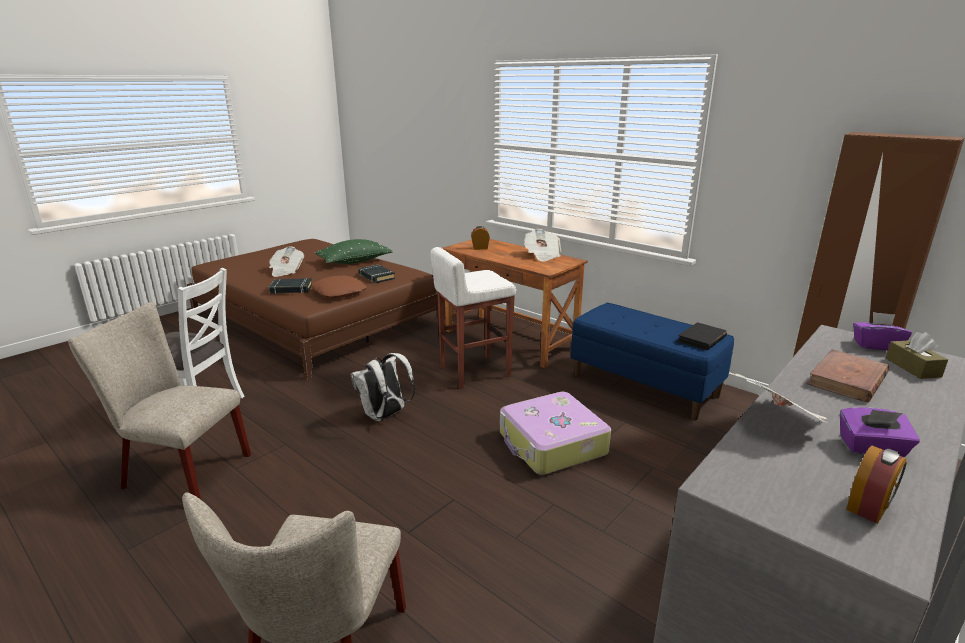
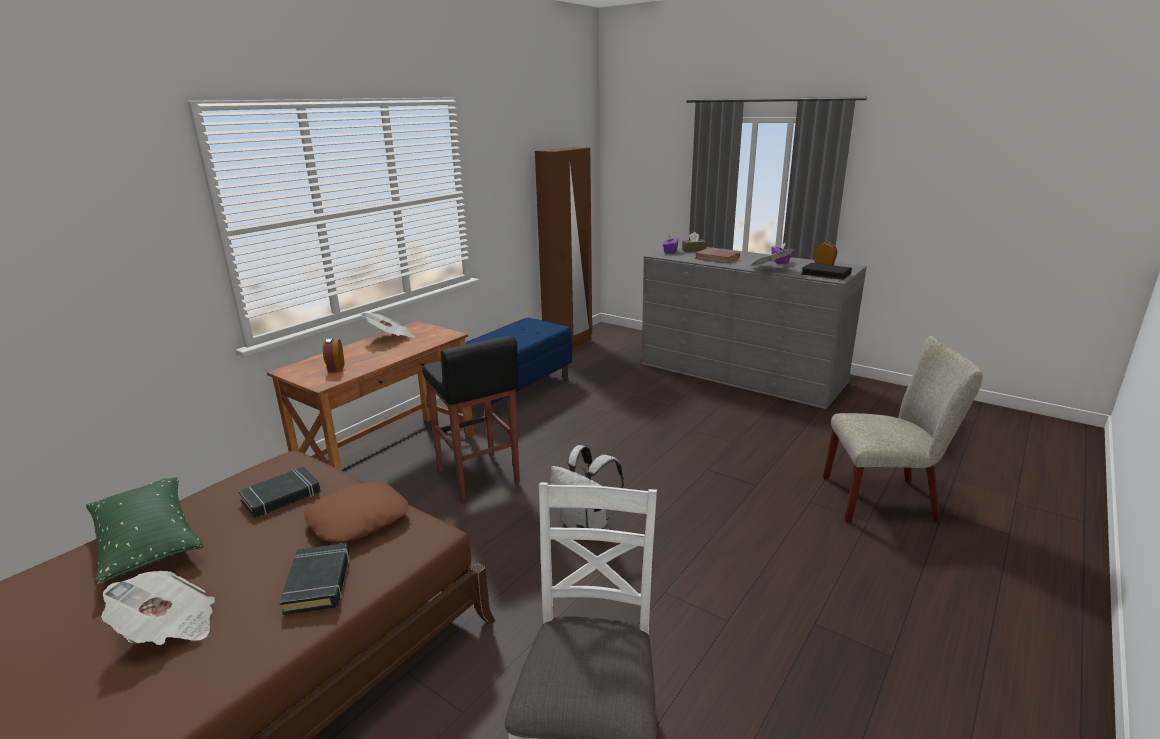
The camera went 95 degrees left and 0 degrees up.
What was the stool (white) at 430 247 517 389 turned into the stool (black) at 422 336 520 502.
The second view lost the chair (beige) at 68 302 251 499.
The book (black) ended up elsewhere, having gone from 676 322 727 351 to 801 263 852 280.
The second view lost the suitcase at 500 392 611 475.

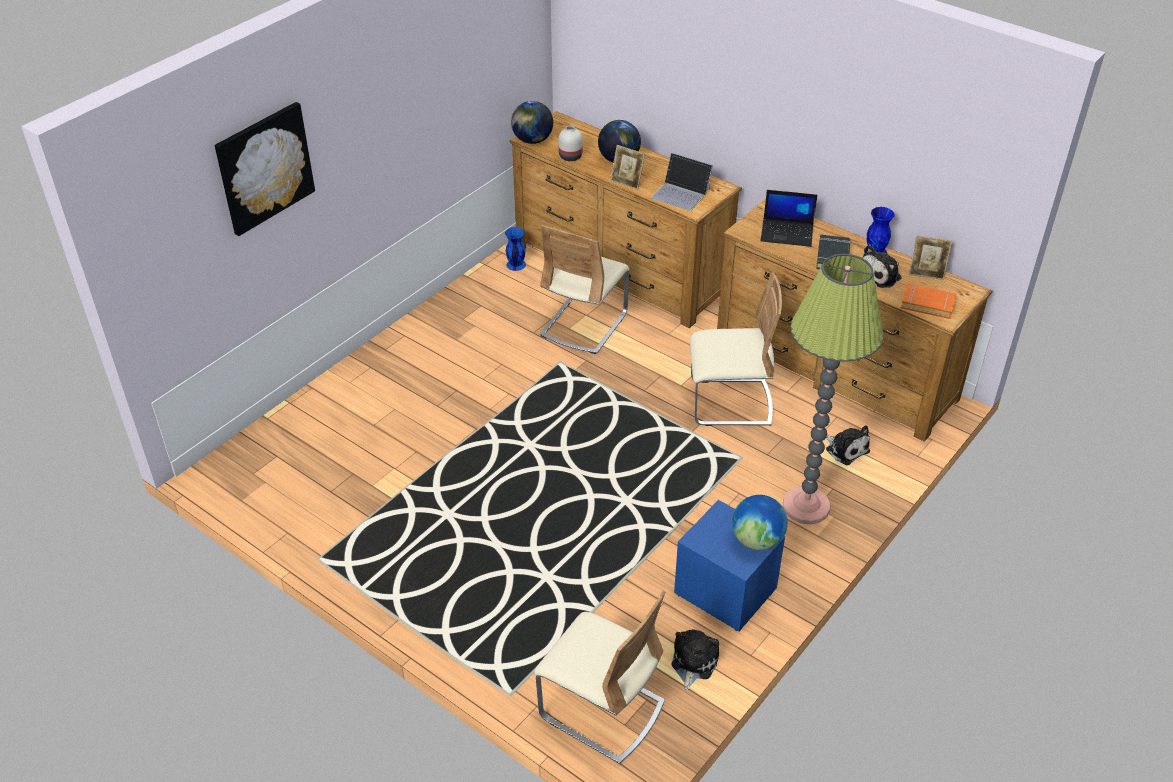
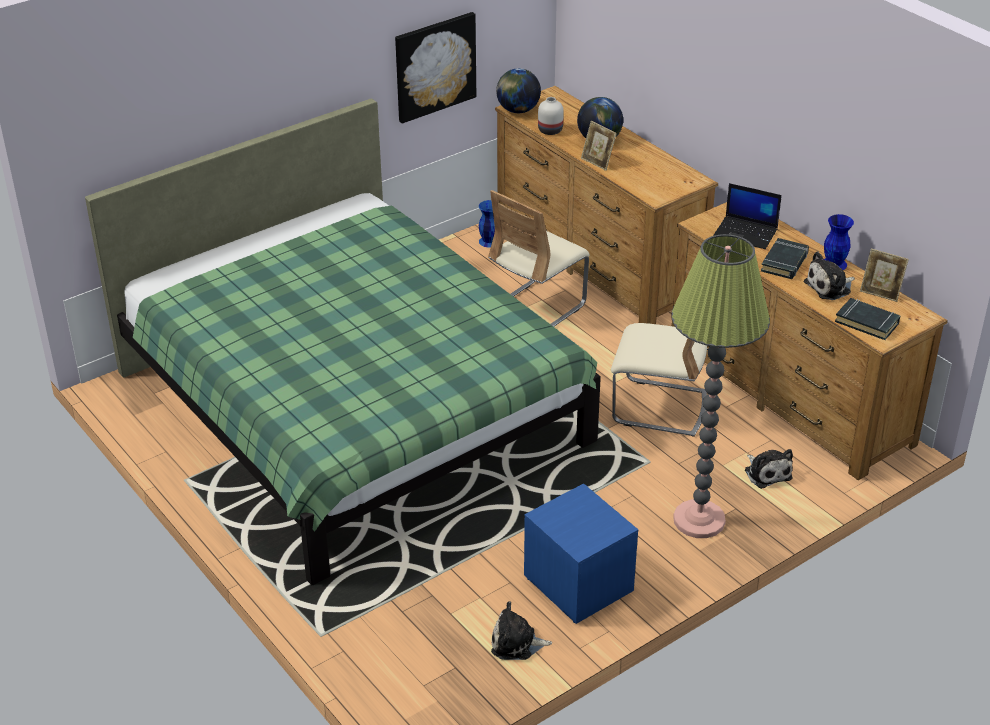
The camera went 15 degrees right and 5 degrees down.
The picture ended up elsewhere, having gone from 215 102 315 236 to 395 12 476 124.
The second view lost the laptop at 651 153 713 211.
What was the book (orange) at 901 283 956 319 turned into the book (black) at 835 298 900 340.
The second view lost the globe at 732 495 788 550.
The second view lost the chair (beige) at 534 590 666 764.
The plush toy at 672 629 719 690 ended up facing another way, 120 degrees counterclockwise from before.
The second view gained the bed (green) at 85 98 601 585.

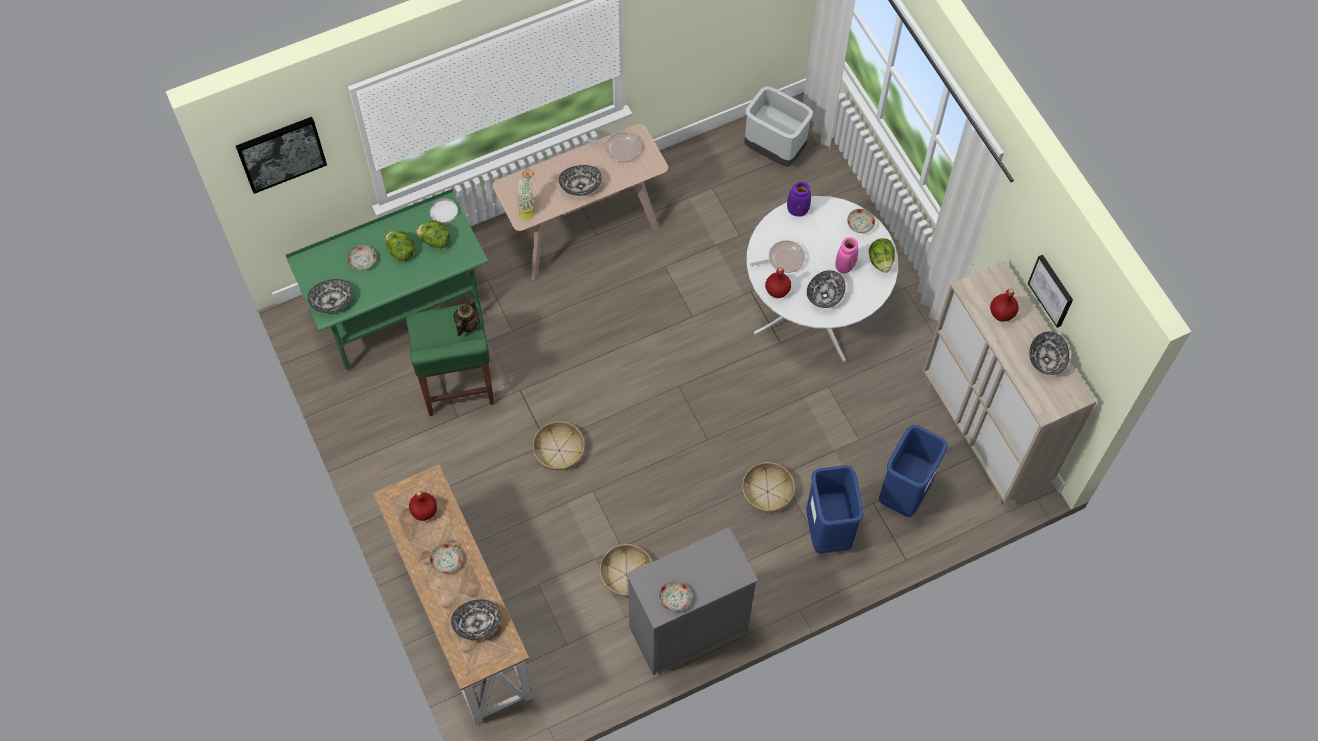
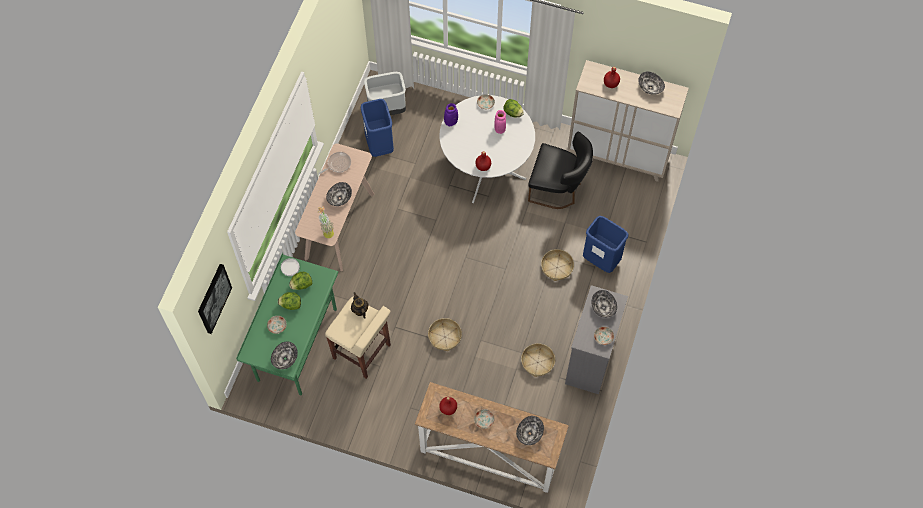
The camera went 45 degrees left and 0 degrees up.
The second view lost the frying pan at 750 240 805 273.
The second view lost the picture at 1028 255 1073 328.
The bowl ended up elsewhere, having gone from 807 270 846 308 to 591 290 617 318.
What was the stool (green) at 406 303 494 416 turned into the stool (beige) at 325 297 391 379.
The trash can (blue) ended up elsewhere, having gone from 879 425 947 517 to 361 99 394 157.
The second view gained the chair (black) at 528 132 593 209.

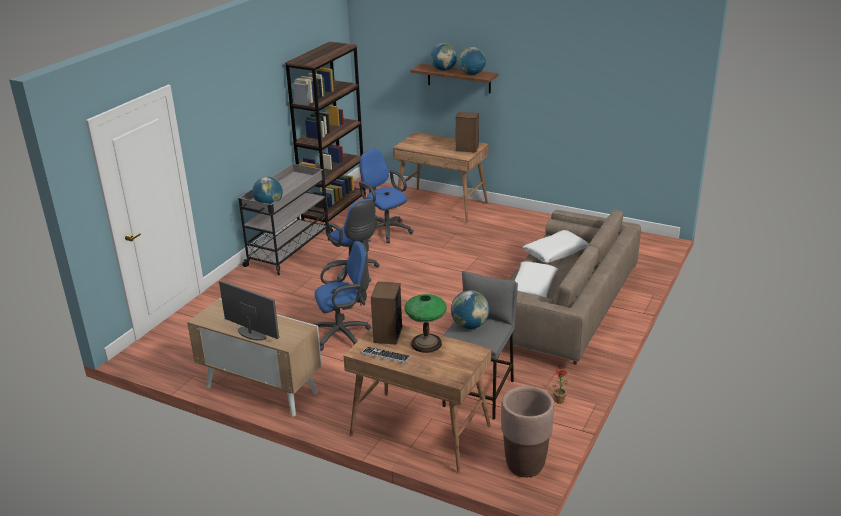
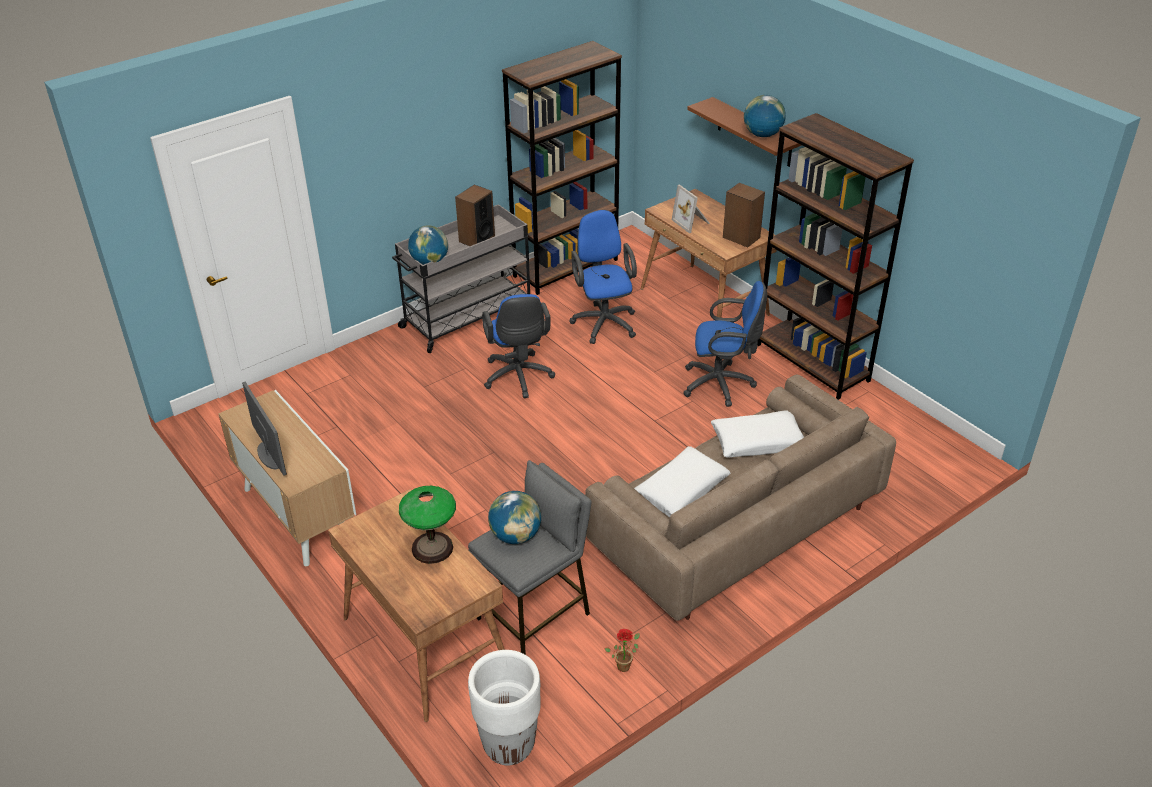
The camera went 25 degrees right and 10 degrees up.
The second view lost the globe at 430 43 457 71.
The office chair (blue) ended up elsewhere, having gone from 313 241 371 351 to 683 281 767 407.
The speaker ended up elsewhere, having gone from 371 282 402 345 to 455 185 495 246.
The second view lost the keyboard at 362 347 411 363.
What was the planter (brown) at 501 386 554 477 turned into the planter (white) at 468 650 541 766.
The second view gained the bookcase (brown) at 758 113 914 400.
The second view gained the picture frame at 672 184 710 233.

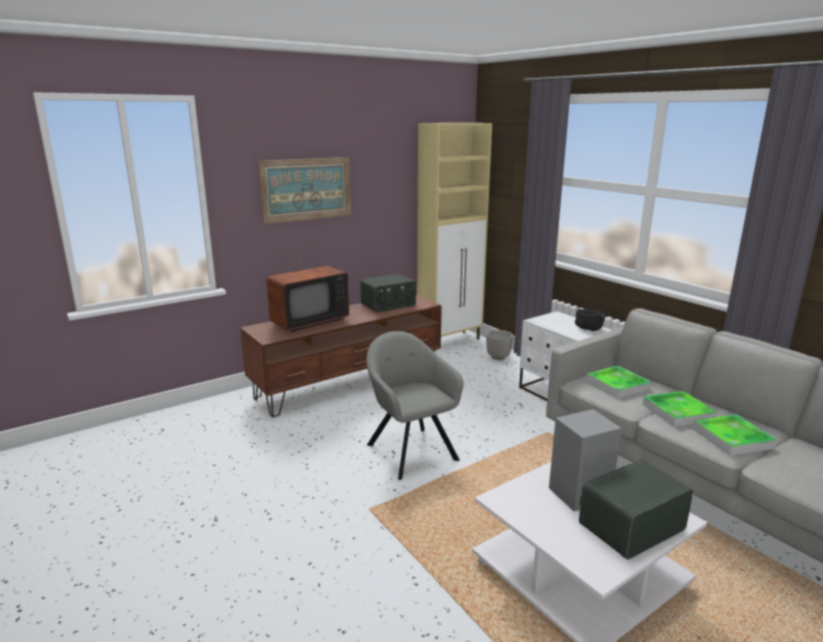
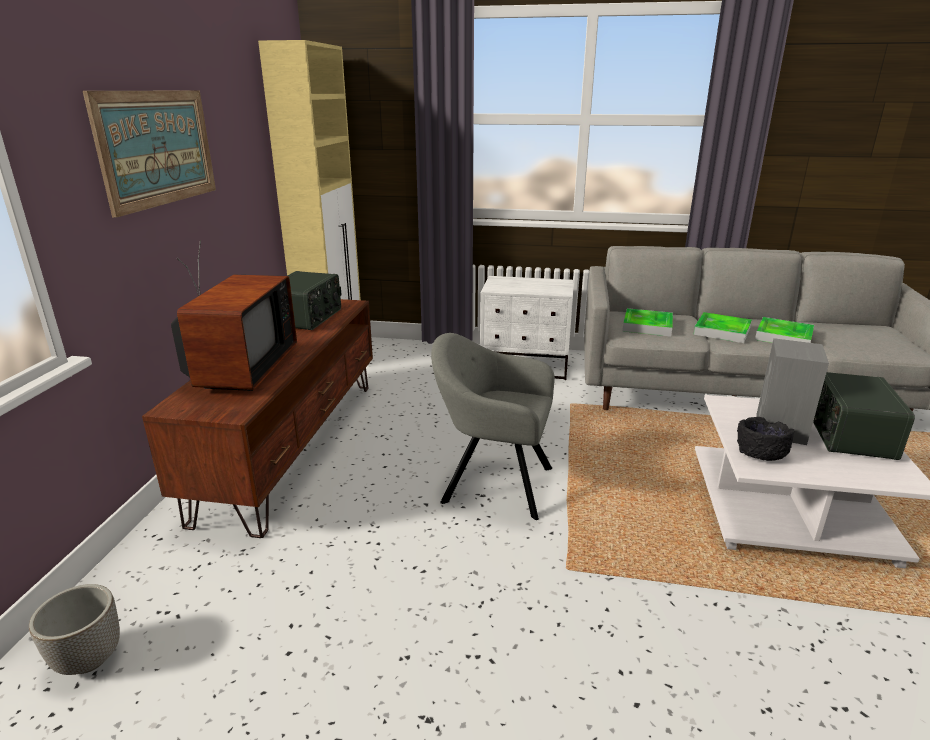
The camera went 45 degrees left and 5 degrees up.
The bowl (black) ended up elsewhere, having gone from 575 309 605 331 to 737 417 795 461.
The planter ended up elsewhere, having gone from 486 330 513 360 to 29 584 120 675.

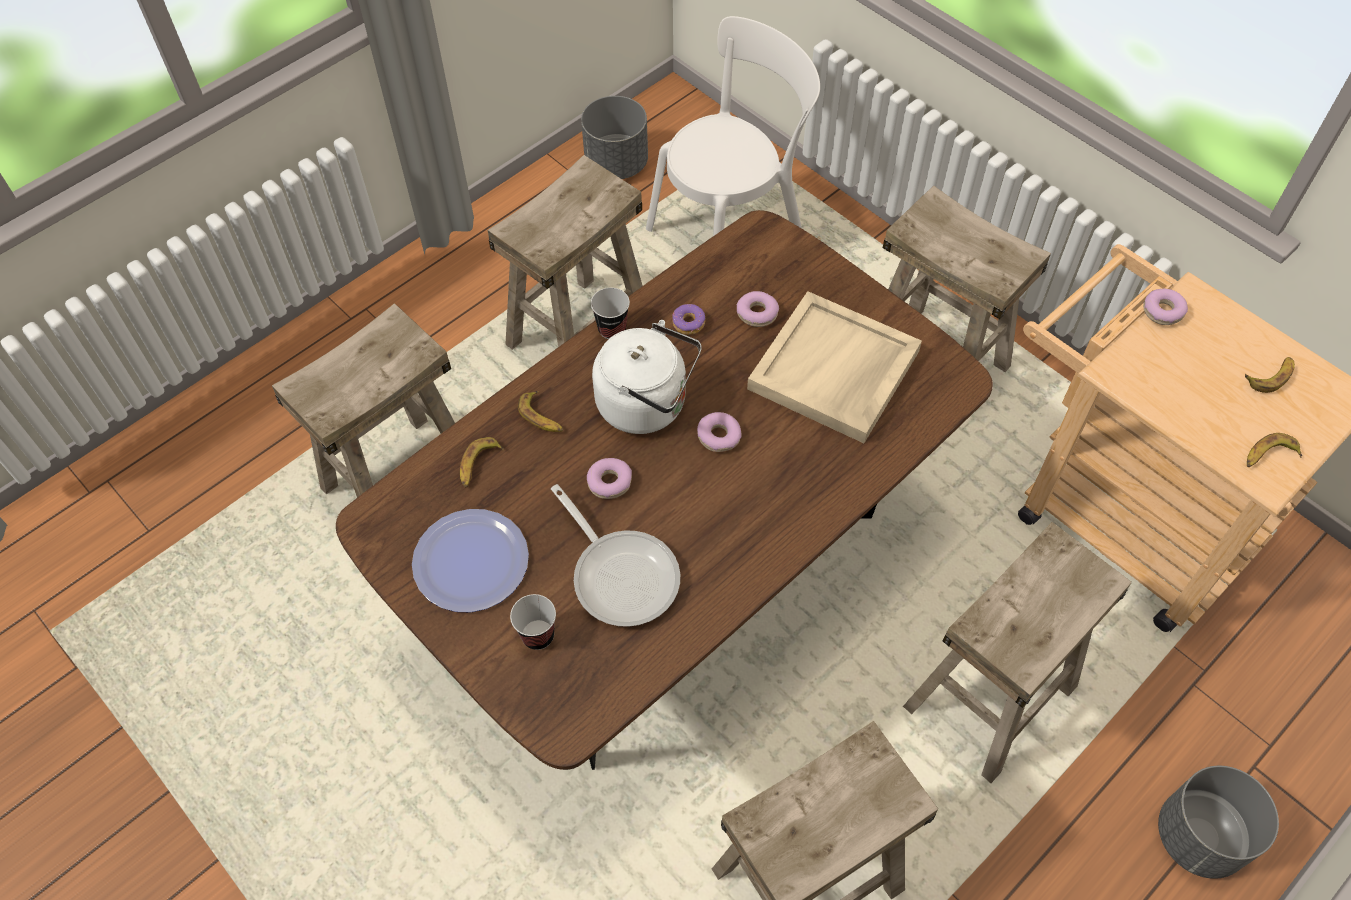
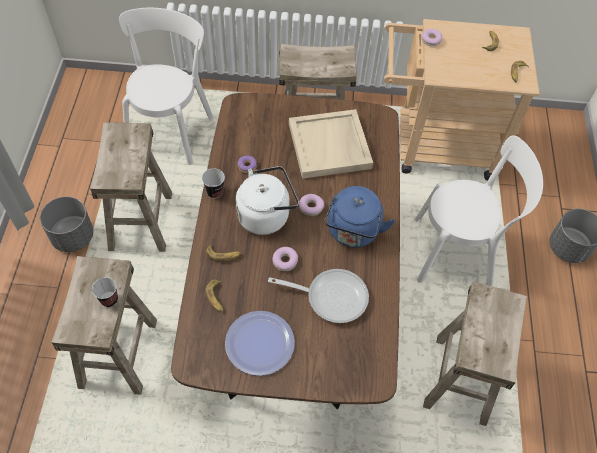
The camera went 45 degrees left and 0 degrees up.
The planter (grey) ended up elsewhere, having gone from 581 96 648 179 to 40 196 94 252.
The second view lost the donut at 737 291 779 327.
Where the stool (beige) stood at 903 522 1132 783, the chair (white) came to stand at 415 135 543 287.
The cup ended up elsewhere, having gone from 510 594 556 650 to 92 277 118 307.
The second view gained the kettle (blue) at 324 186 395 247.

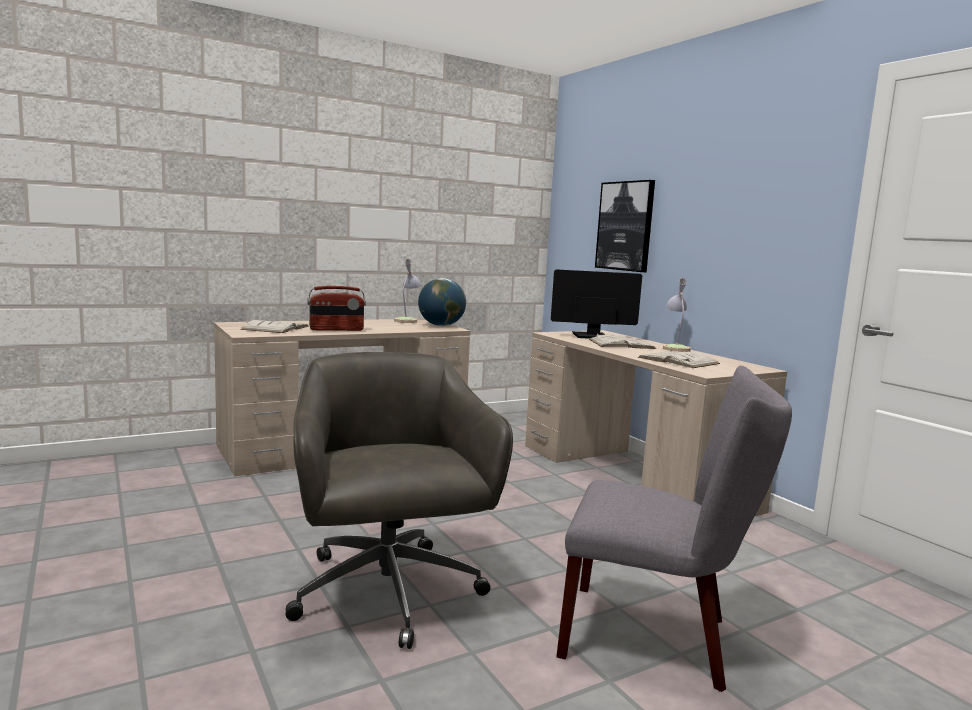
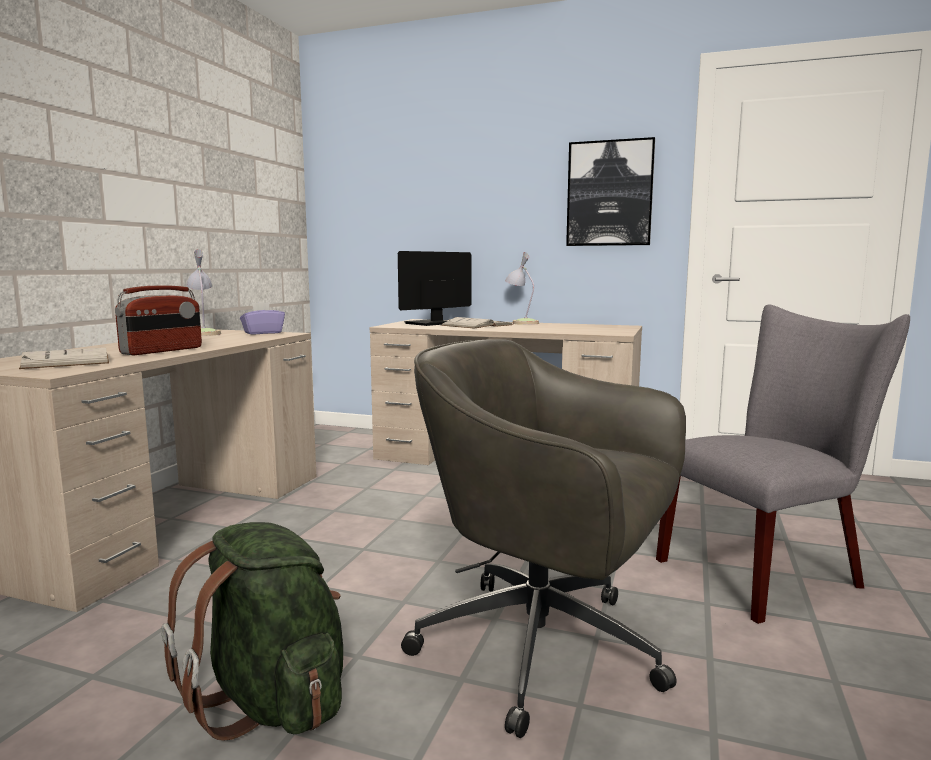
The camera went 40 degrees left and 0 degrees up.
The picture ended up elsewhere, having gone from 595 180 655 272 to 566 137 655 246.
Where the globe stood at 418 278 466 326, the tissue box (purple) came to stand at 240 302 285 334.
The second view lost the book (white) at 638 352 720 368.
The second view gained the backpack (green) at 161 522 343 741.

